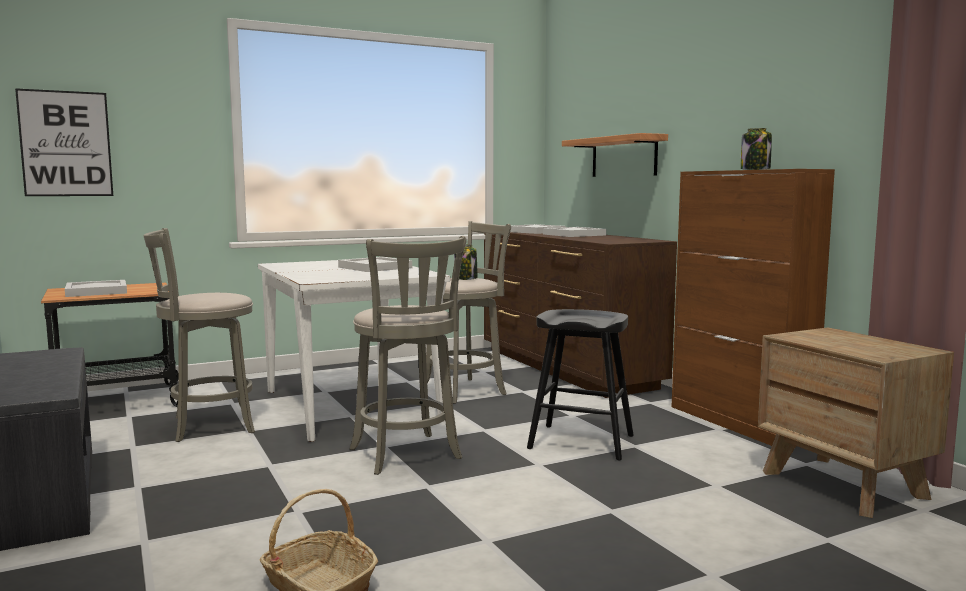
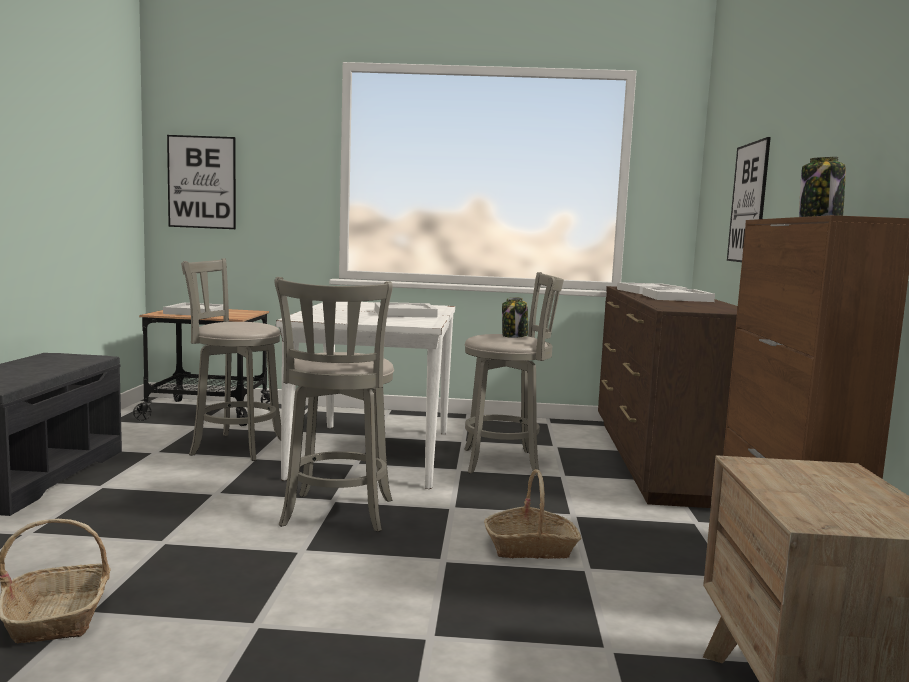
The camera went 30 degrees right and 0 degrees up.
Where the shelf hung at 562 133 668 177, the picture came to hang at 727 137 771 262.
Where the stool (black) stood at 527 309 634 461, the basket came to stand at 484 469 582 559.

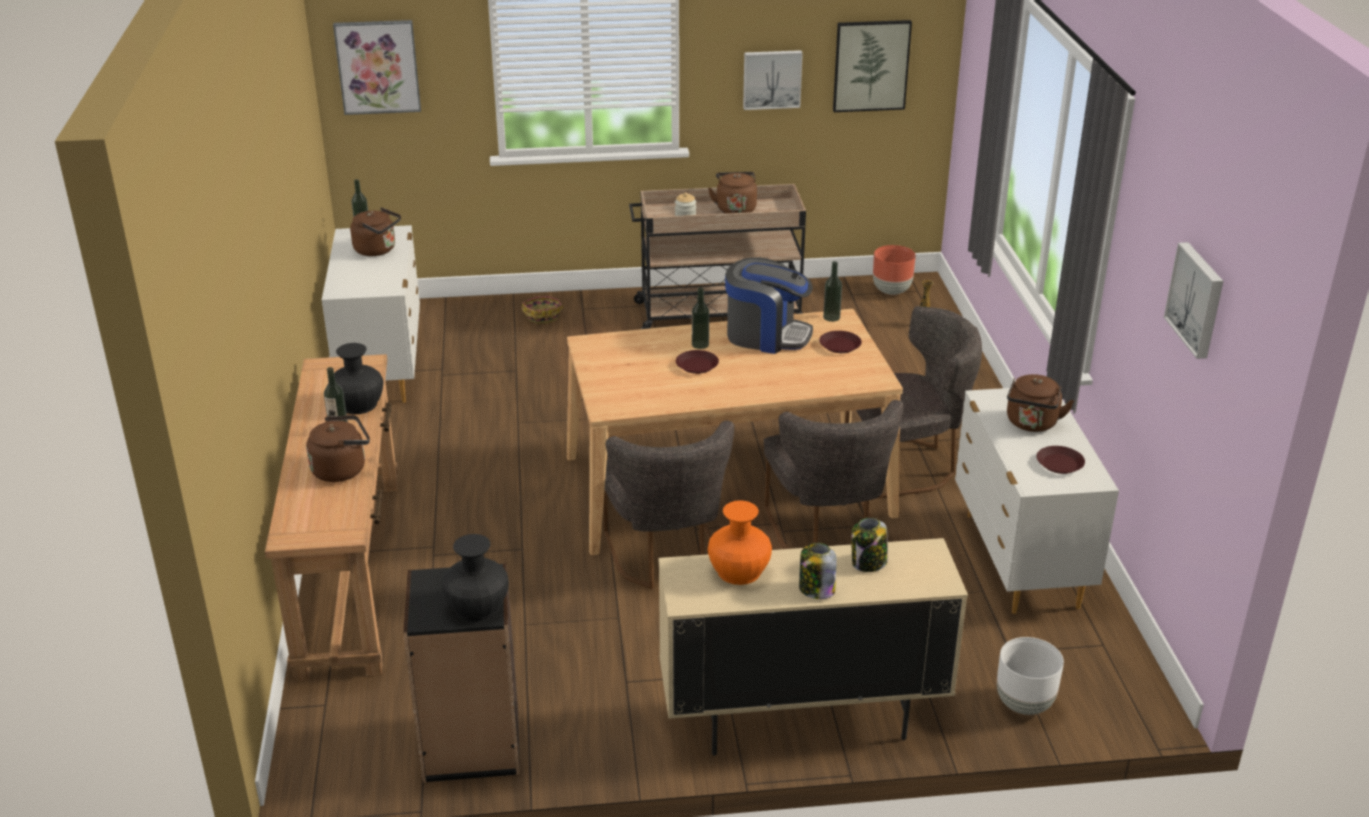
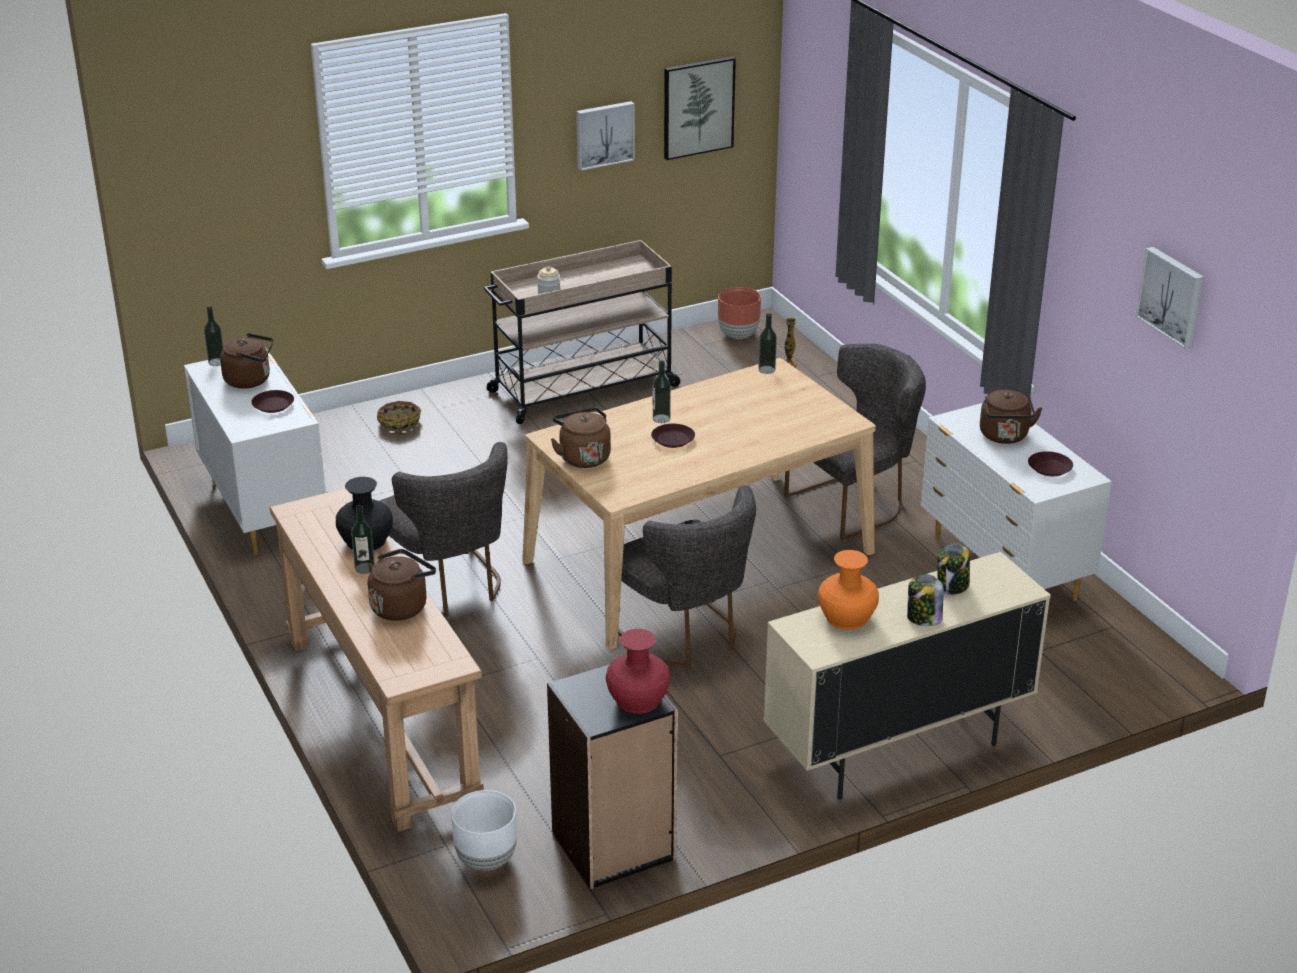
The camera went 20 degrees left and 0 degrees up.
The second view lost the picture at 333 20 421 115.
The kettle (brown) ended up elsewhere, having gone from 708 172 757 214 to 551 407 611 468.
The second view lost the coffee machine at 725 257 813 354.
The plate (brown) ended up elsewhere, having gone from 819 331 862 353 to 251 390 294 413.
The chair (grey) ended up elsewhere, having gone from 764 400 903 549 to 380 442 508 617.
What was the vase (black) at 442 534 509 621 turned into the vase (red) at 606 629 671 714.
The planter (white) ended up elsewhere, having gone from 997 637 1064 715 to 451 790 517 871.

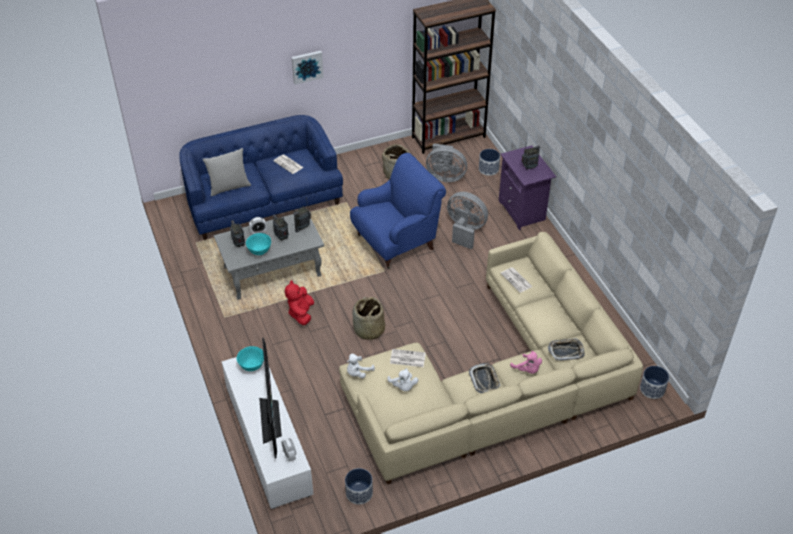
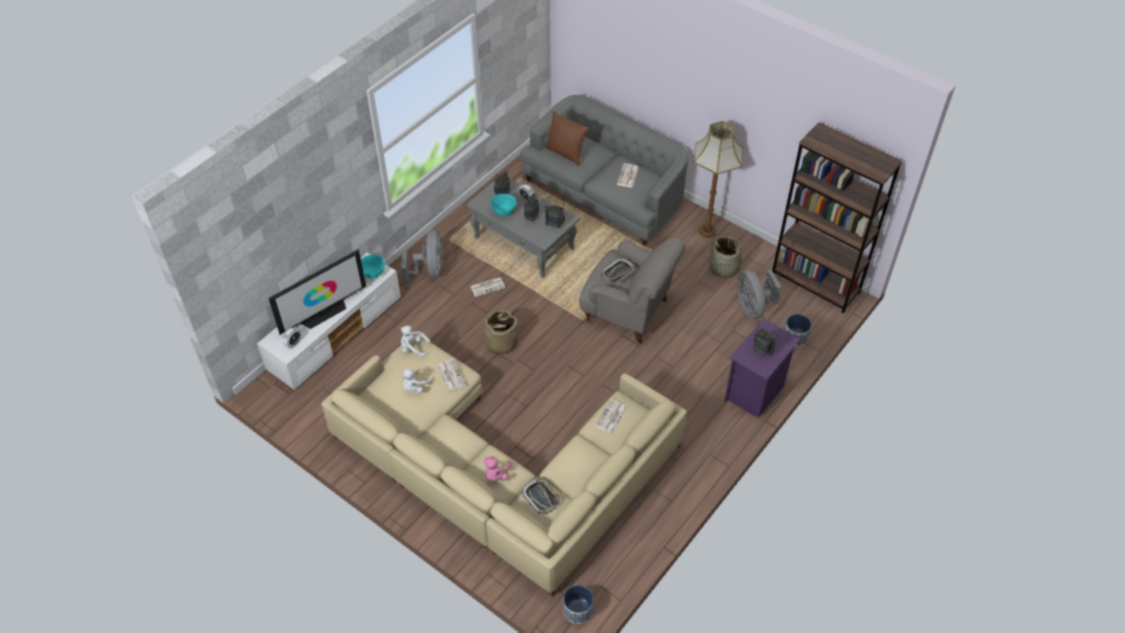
The camera went 60 degrees right and 5 degrees up.
The second view lost the picture at 292 51 324 85.
What was the sofa (blue) at 179 115 343 240 turned into the sofa (grey) at 520 95 688 246.
What was the pillow (grey) at 203 148 251 196 turned into the pillow (brown) at 546 111 589 166.
What was the armchair (blue) at 350 153 446 269 turned into the armchair (grey) at 579 237 685 344.
The fan (grey) ended up elsewhere, having gone from 447 192 488 249 to 401 230 444 285.
Where the plush toy (red) stood at 285 280 314 325, the newspaper came to stand at 471 277 505 297.
The tray ended up elsewhere, having gone from 469 363 500 393 to 601 258 635 284.
The second view lost the planter at 345 468 373 505.
The second view gained the floor lamp at 694 121 743 238.

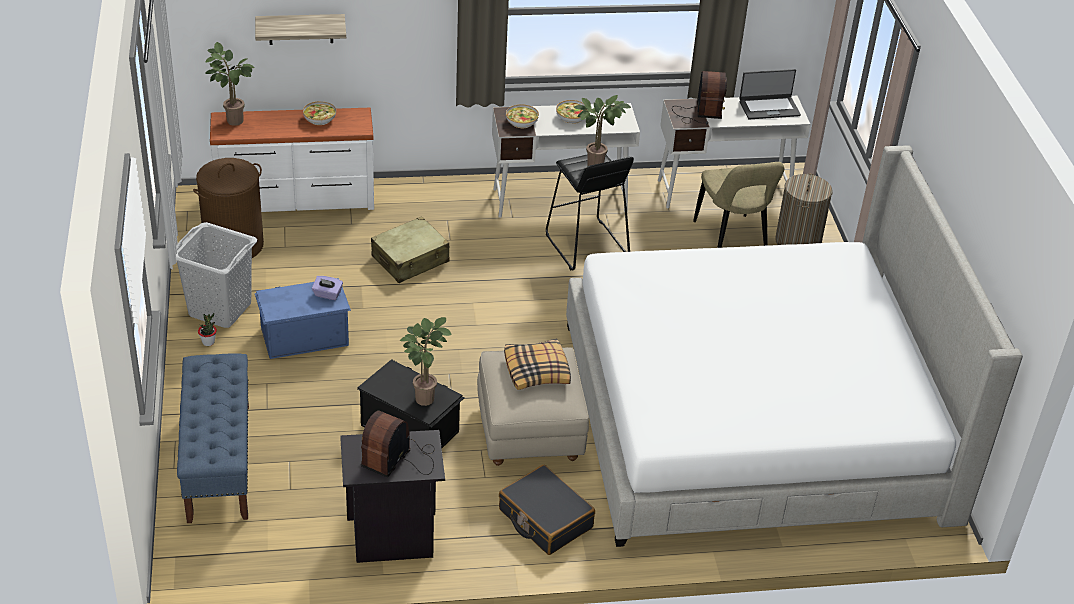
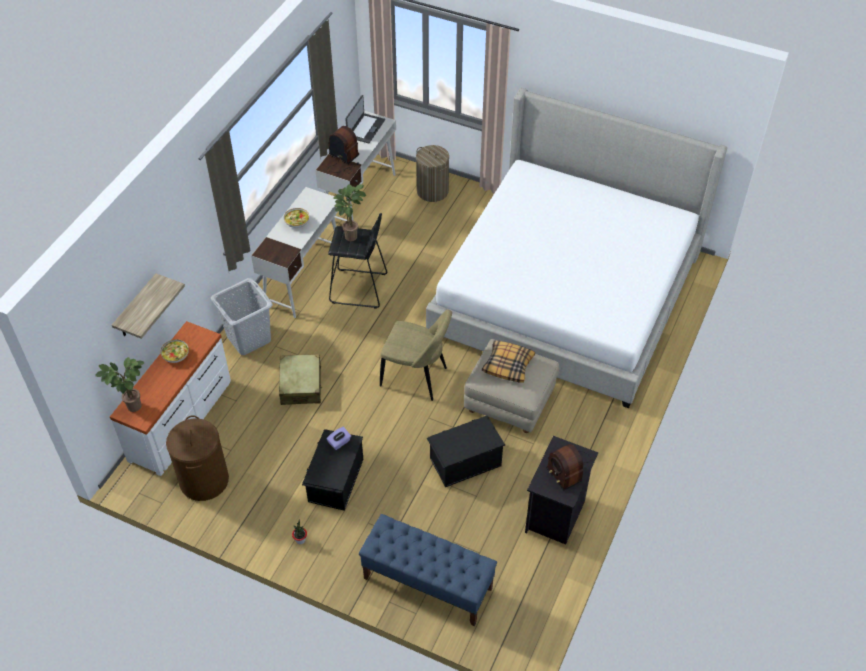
The camera went 55 degrees left and 10 degrees up.
The second view lost the bowl at 506 104 539 128.
The chair (beige) ended up elsewhere, having gone from 693 162 784 248 to 380 310 452 401.
The laundry basket (grey) ended up elsewhere, having gone from 176 222 257 328 to 211 278 273 355.
What was the storage box (blue) at 255 278 351 359 turned into the storage box (black) at 302 429 363 511.
The second view lost the potted plant at 400 317 452 406.
The second view lost the suitcase (black) at 499 465 595 555.

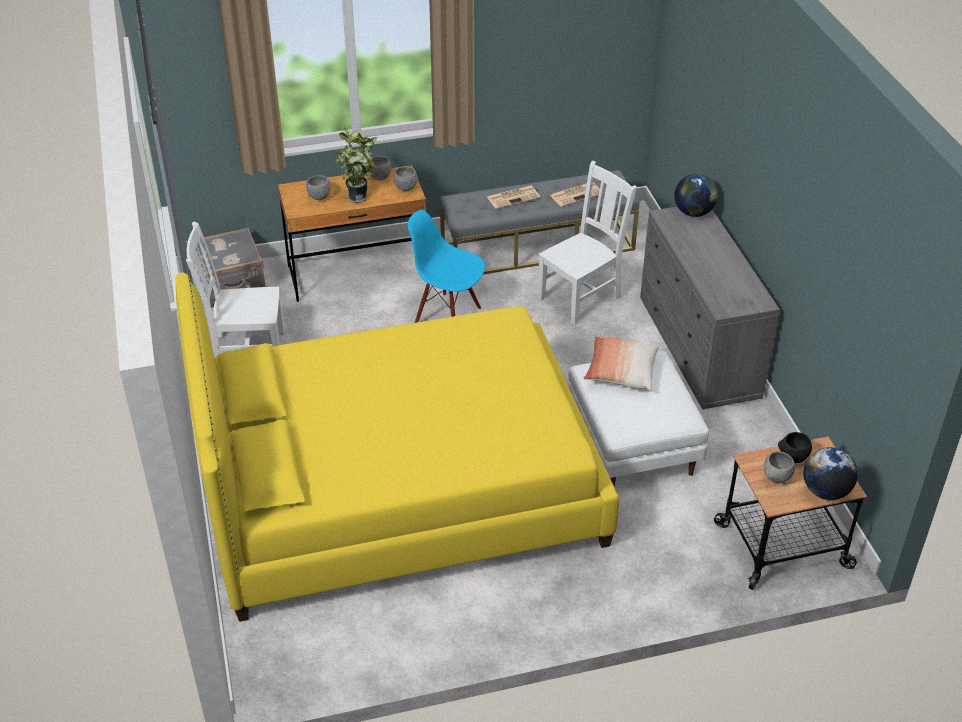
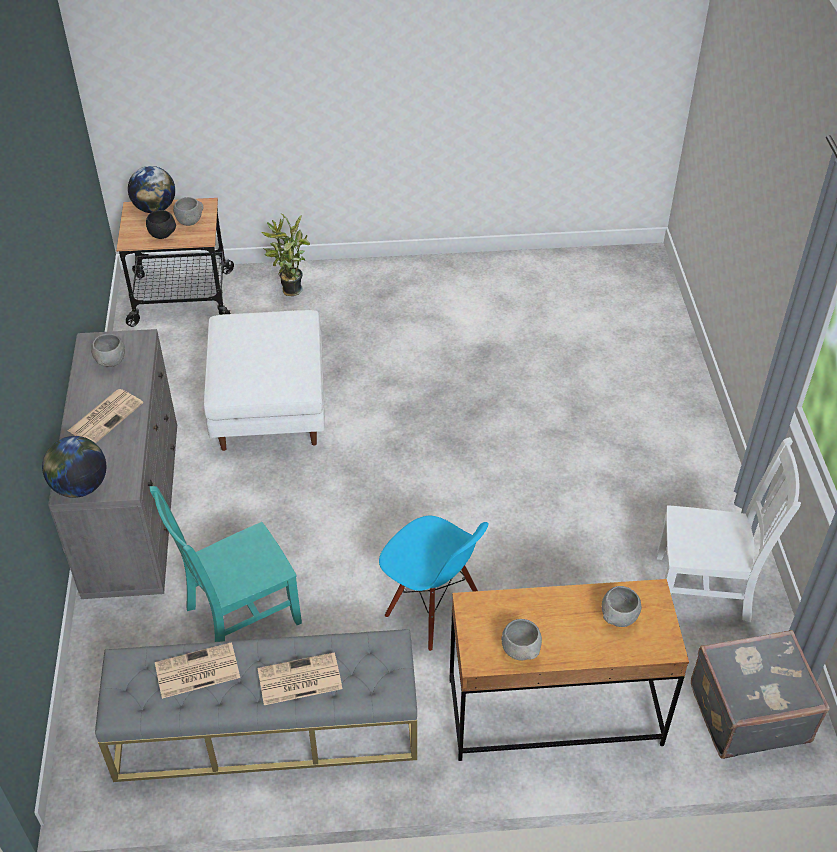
The camera went 170 degrees left and 5 degrees up.
The potted plant ended up elsewhere, having gone from 335 125 377 203 to 262 213 310 296.
What was the chair (white) at 537 161 637 324 turned into the chair (turquoise) at 149 486 302 642.
The bowl (grey) ended up elsewhere, having gone from 393 166 418 191 to 91 334 125 367.
The second view lost the bed (yellow) at 175 273 619 622.
The second view lost the pillow at 584 337 658 391.
The second view gained the newspaper at 68 389 143 443.

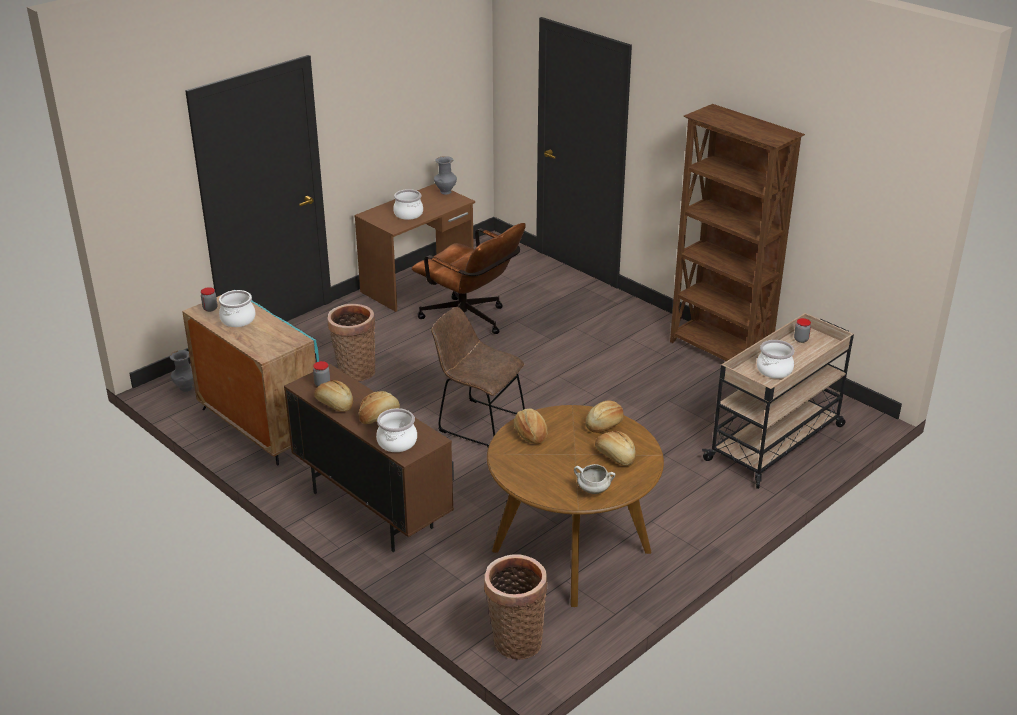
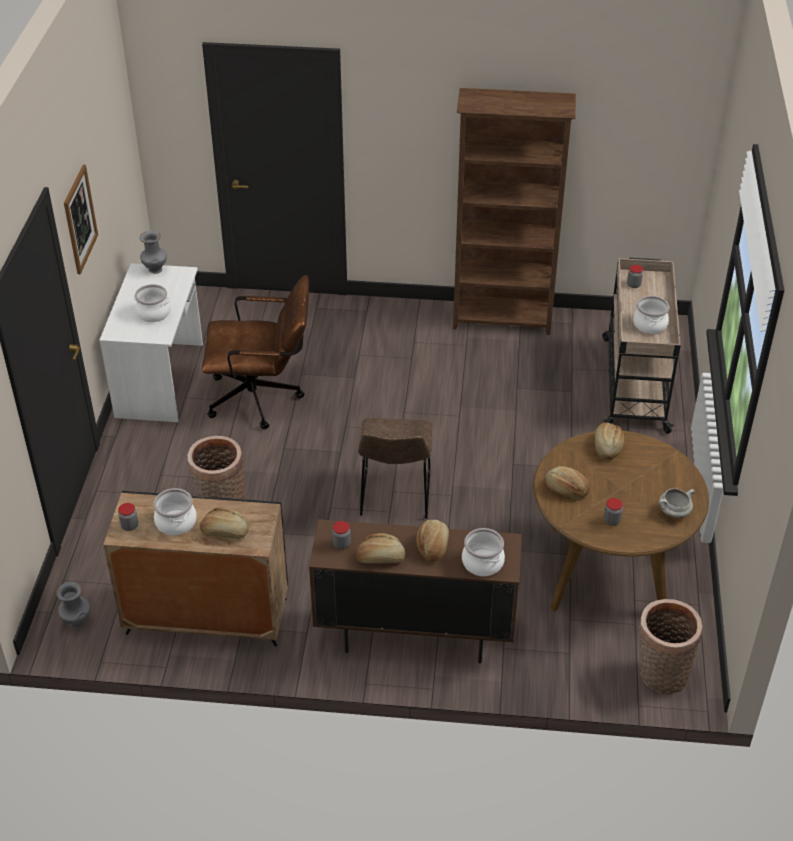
The camera went 40 degrees left and 10 degrees up.
What was the desk (brown) at 354 184 475 312 turned into the desk (white) at 99 263 203 422.
What was the cabinet (turquoise) at 182 295 319 465 turned into the cabinet (black) at 103 491 288 647.
The chair (brown) at 431 307 525 447 ended up facing another way, 75 degrees counterclockwise from before.
The bread ended up elsewhere, having gone from 595 431 636 466 to 200 507 248 539.
The second view gained the picture at 64 165 98 274.
The second view gained the jar at 604 498 623 526.

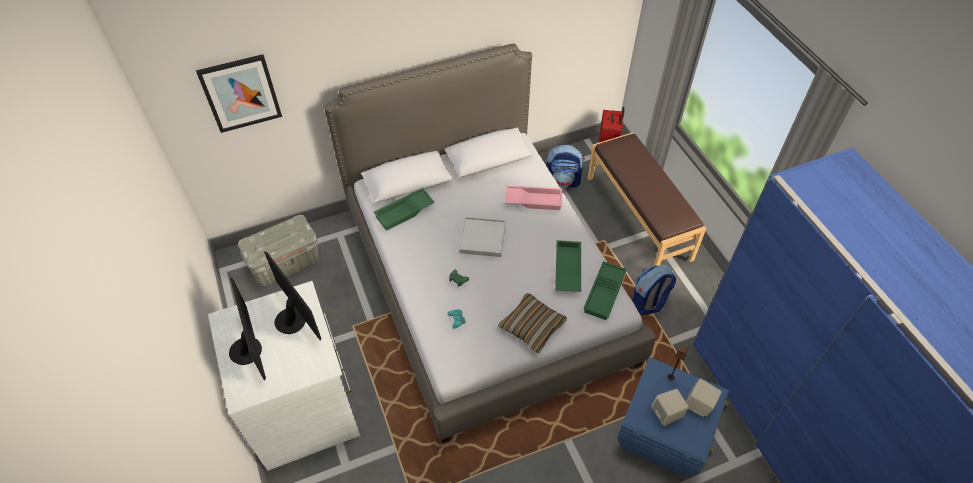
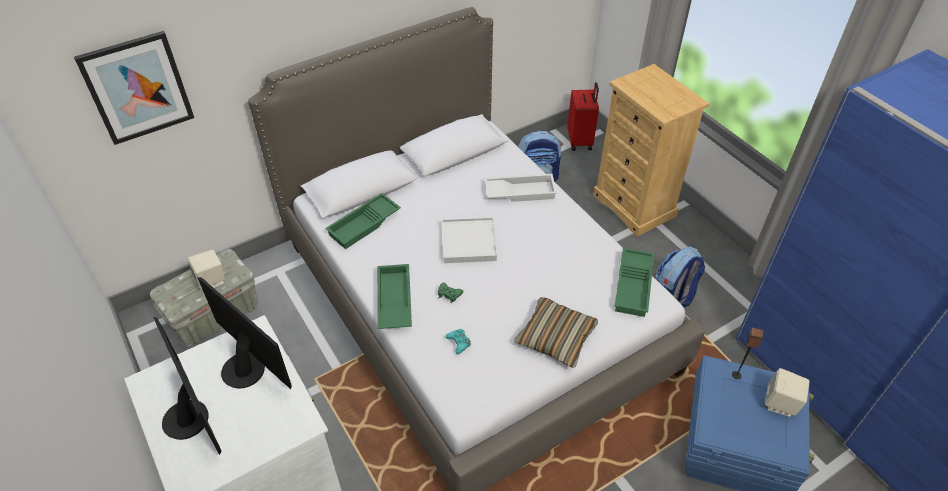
The camera went 10 degrees left and 5 degrees down.
Where the bench (brown) stood at 588 132 706 266, the dresser (beige) came to stand at 593 64 709 237.
What was the tray (pink) at 505 185 563 210 turned into the tray (white) at 484 174 557 202.
The tray (green) ended up elsewhere, having gone from 555 240 581 292 to 377 264 412 329.
The speaker (beige) ended up elsewhere, having gone from 652 389 689 426 to 188 250 225 290.

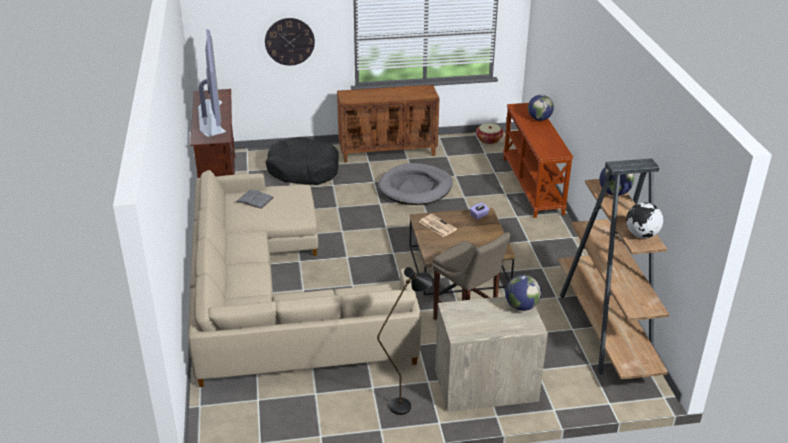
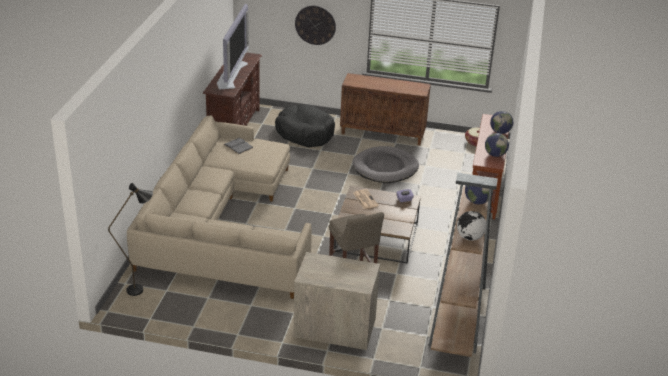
The camera went 20 degrees right and 0 degrees up.
The floor lamp (black) ended up elsewhere, having gone from 377 267 433 415 to 108 183 153 296.
The globe ended up elsewhere, having gone from 505 275 541 311 to 485 133 509 157.

